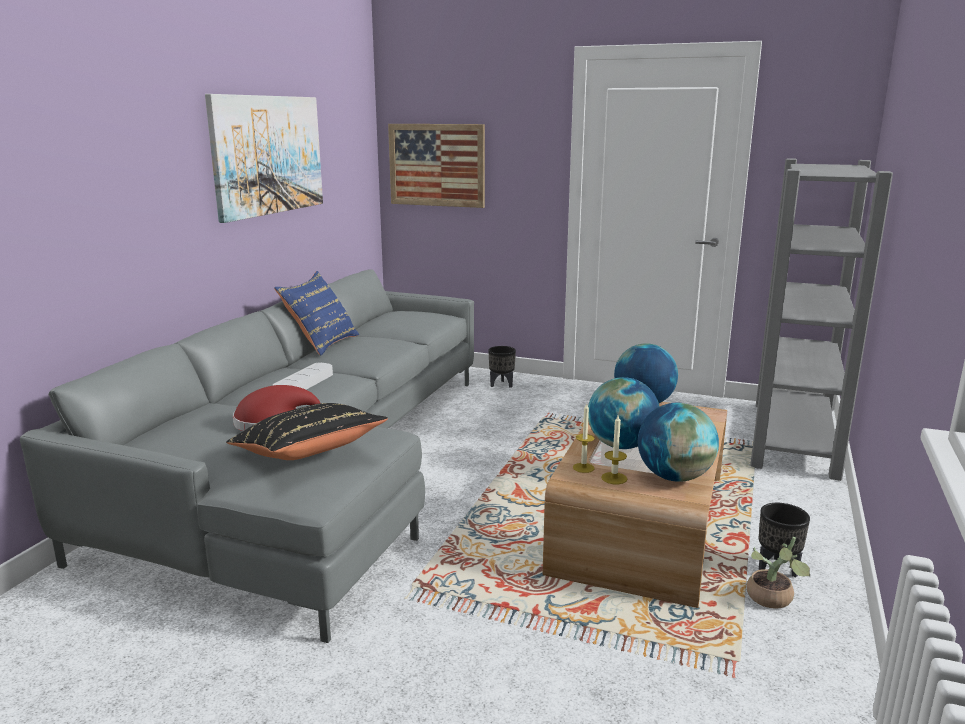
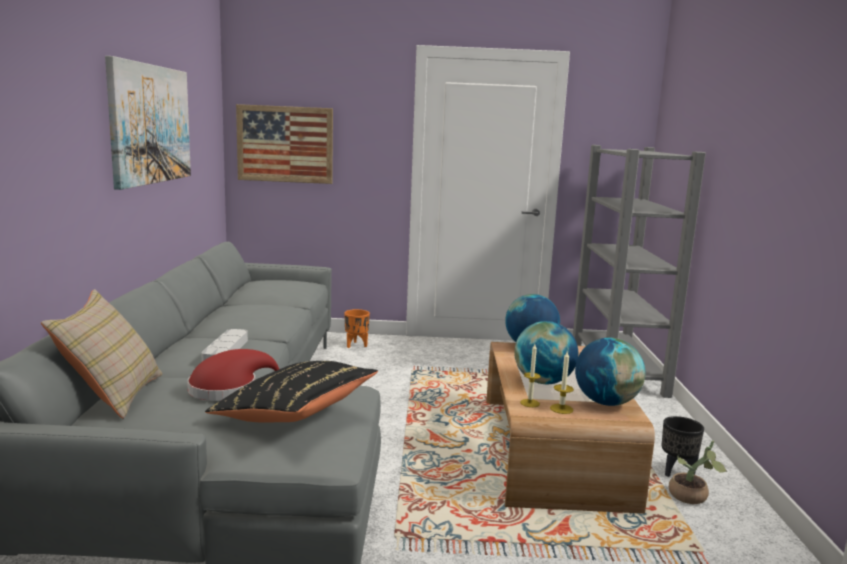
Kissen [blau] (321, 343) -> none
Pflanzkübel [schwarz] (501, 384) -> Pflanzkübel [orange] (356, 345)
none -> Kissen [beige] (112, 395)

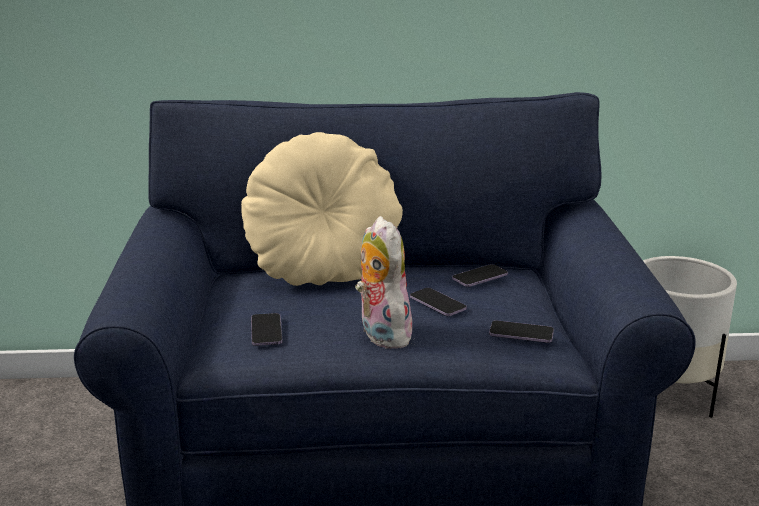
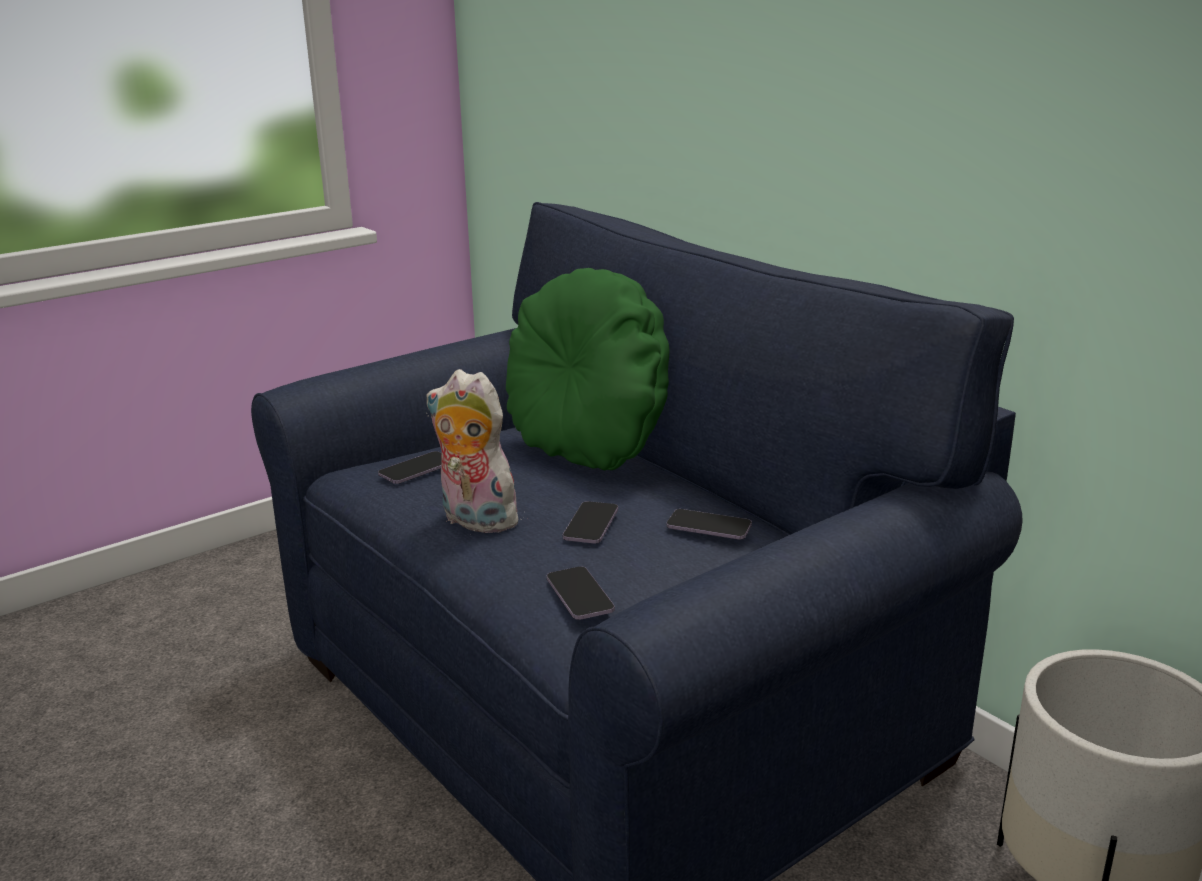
Kissen [beige] (323, 275) -> Kissen [grün] (587, 452)
Plüschtier (381, 334) -> Plüschtier (474, 521), 90 degrees counterclockwise

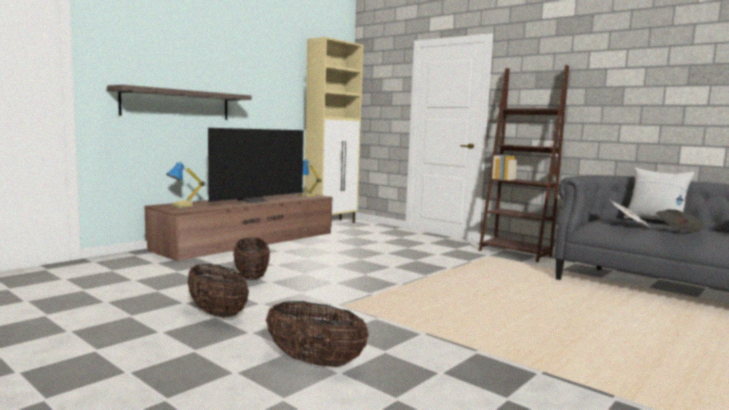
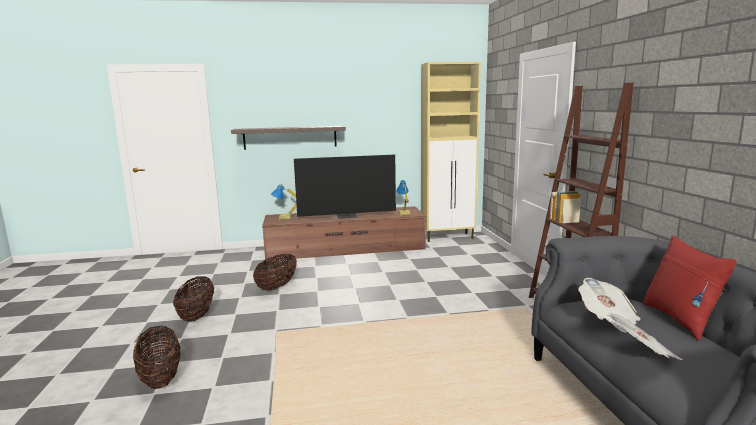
Kissen [grau] (654, 221) -> Kissen [rot] (679, 320)

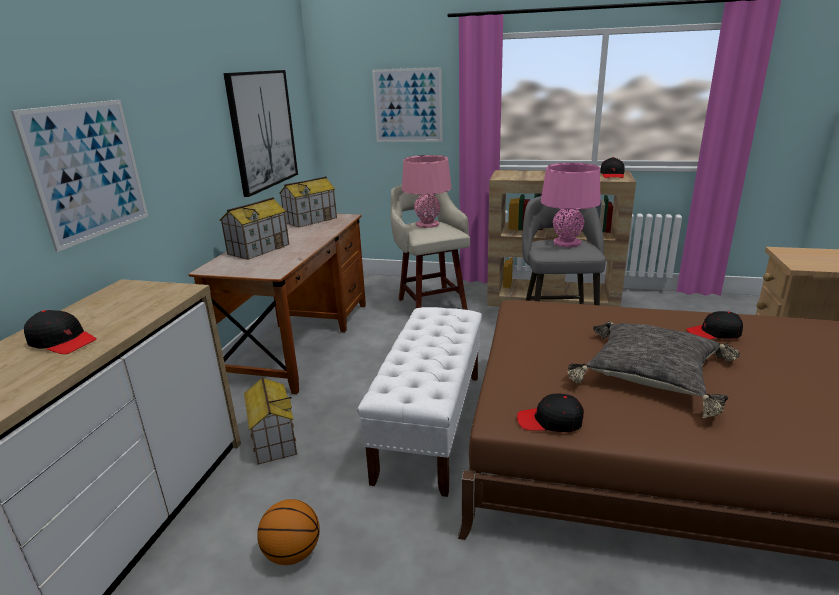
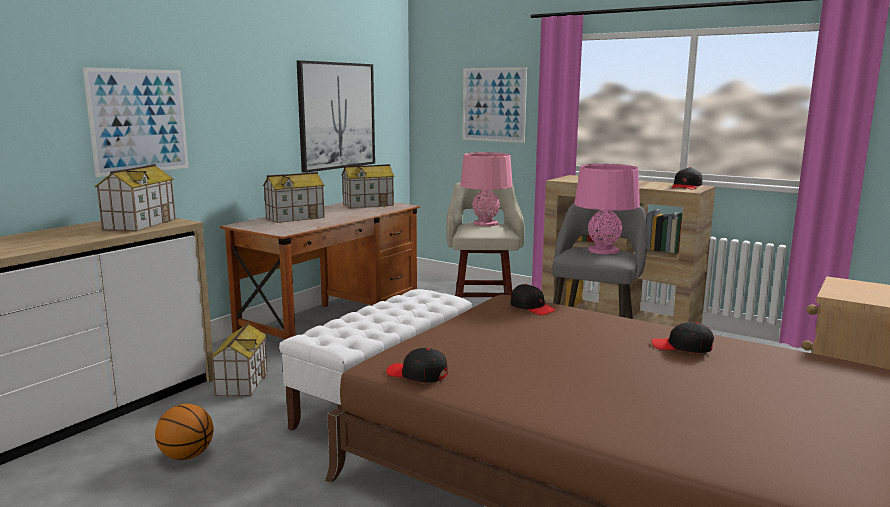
Kappe [schwarz] (62, 341) -> Kappe [schwarz] (532, 308), relocated
Kissen (652, 372) -> none
none -> Spielzeughaus (140, 224)

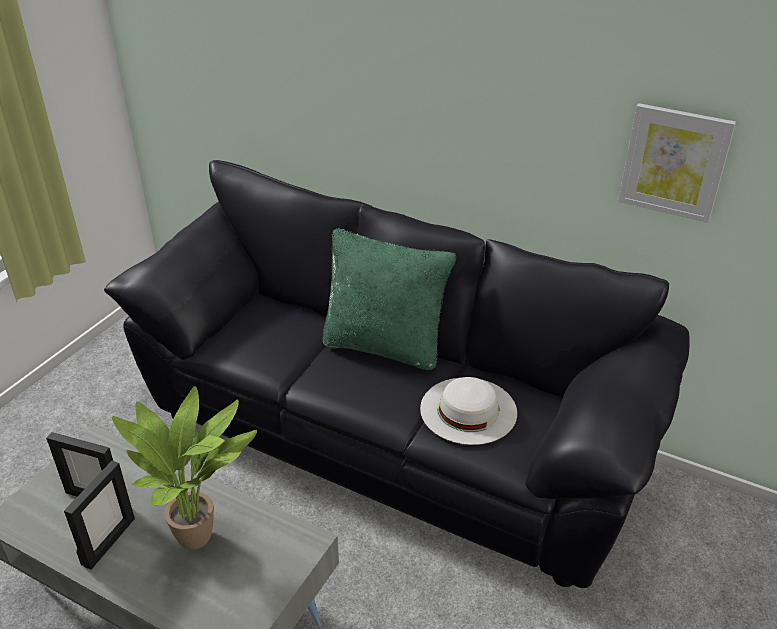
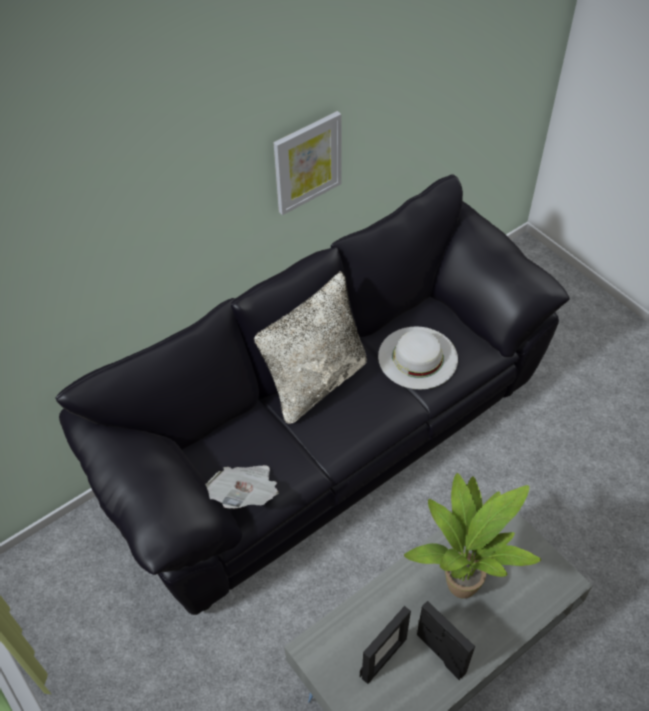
Bild (674, 162) -> Bild (307, 162), relocated
Kissen [grün] (384, 349) -> Kissen [beige] (317, 384)
none -> Zeitung (245, 494)

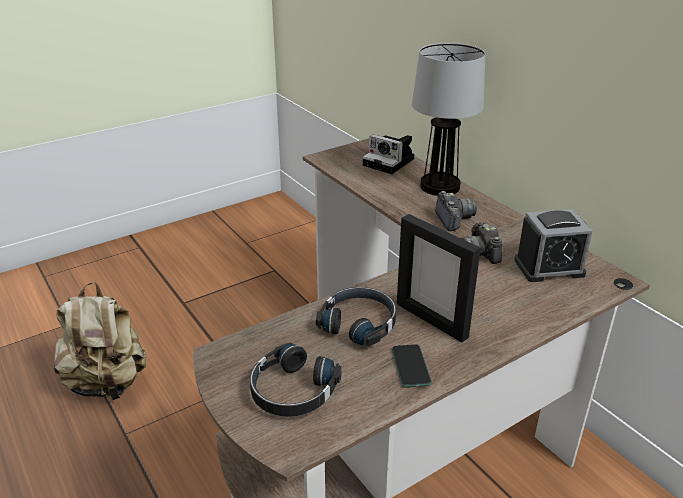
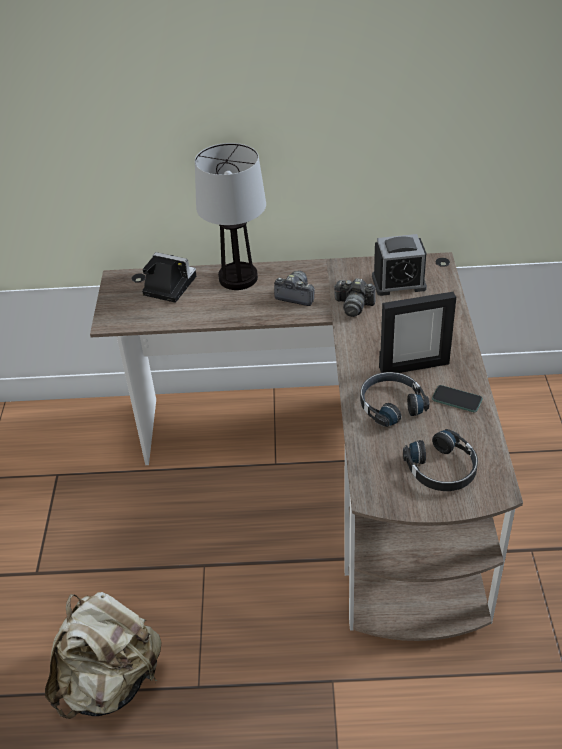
Kamera (390, 162) -> Kamera (167, 285), 135 degrees counterclockwise
Wecker (549, 267) -> Wecker (398, 282), 60 degrees clockwise

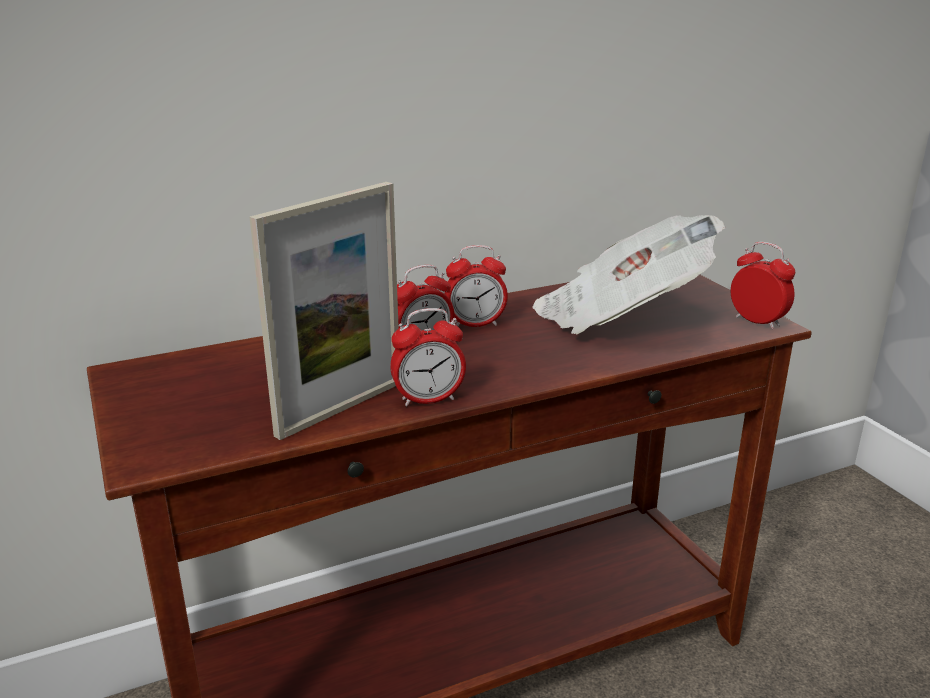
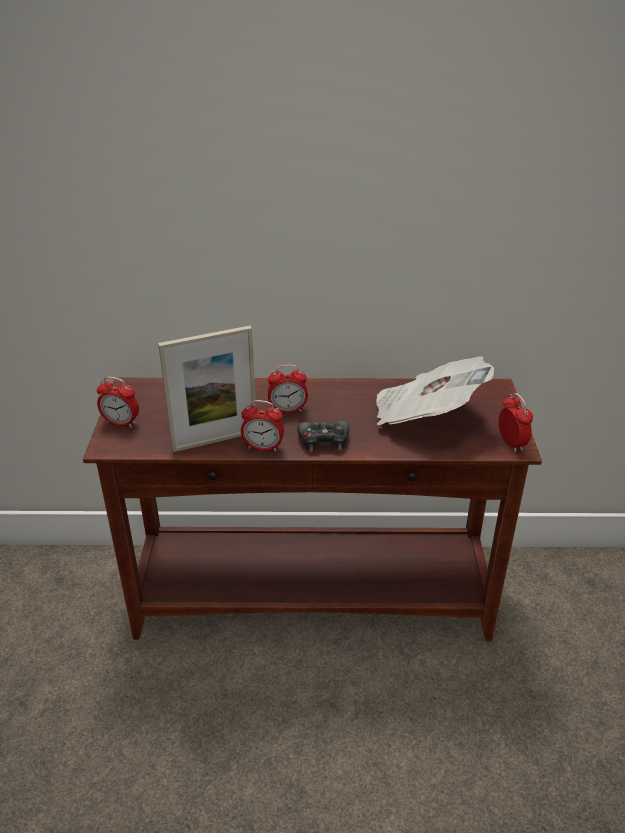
Wecker (475, 324) -> Wecker (121, 423), relocated
none -> Gamepad [schwarz] (324, 440)

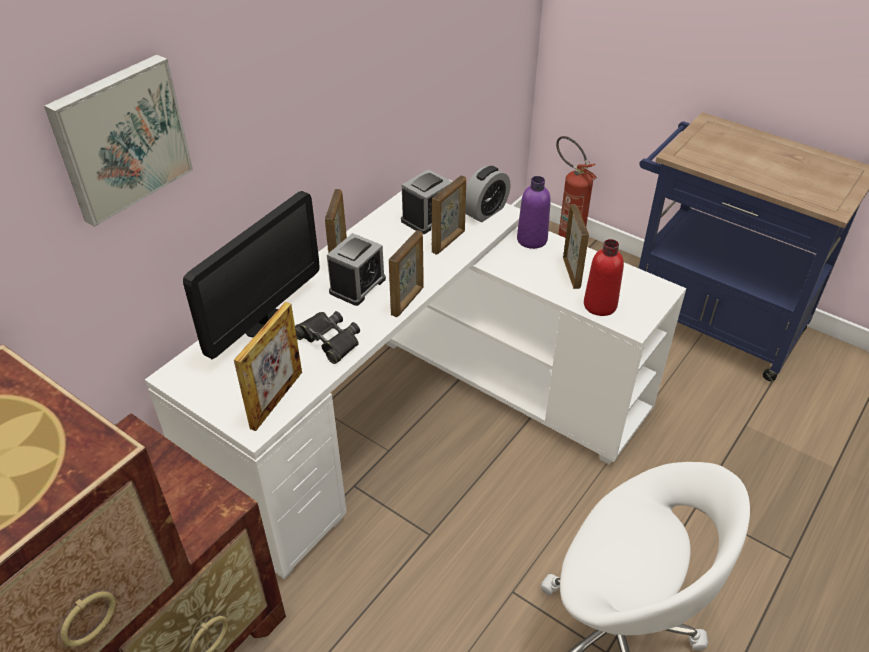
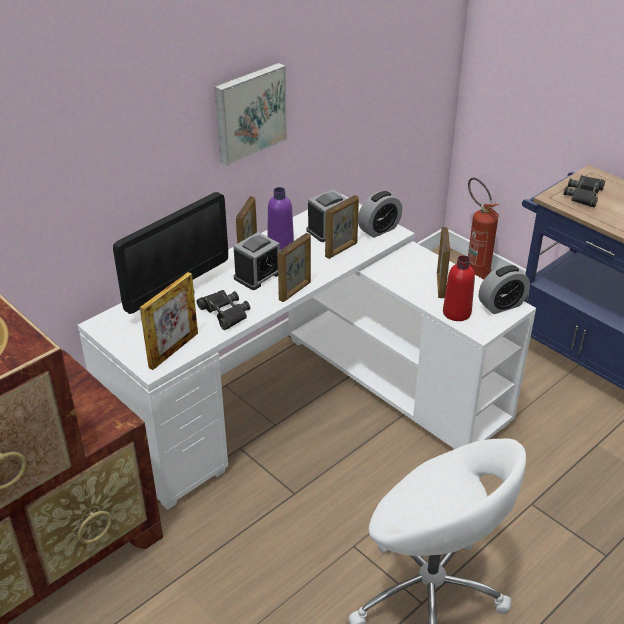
Bild (120, 138) -> Bild (249, 112), relocated
Flasche [lila] (532, 240) -> Flasche [lila] (280, 242), relocated
none -> Fernglas [schwarz] (584, 195)
none -> Wecker (501, 305)

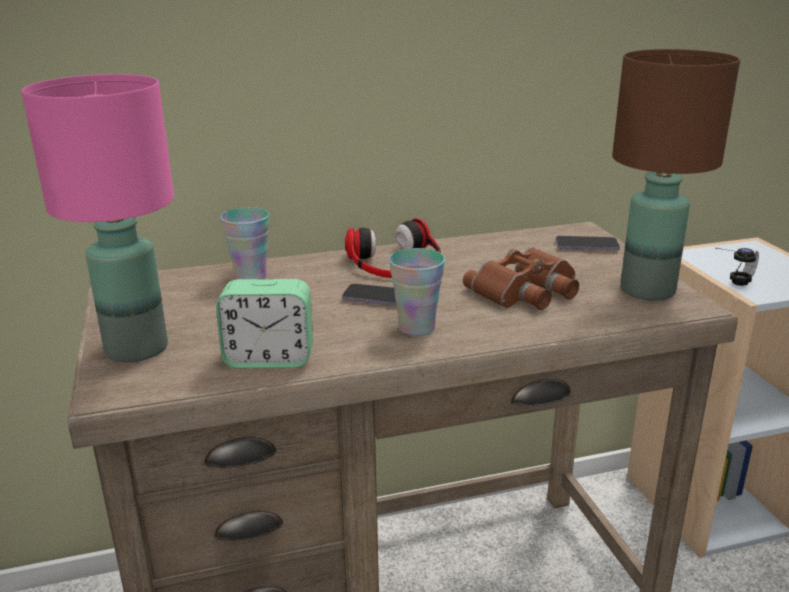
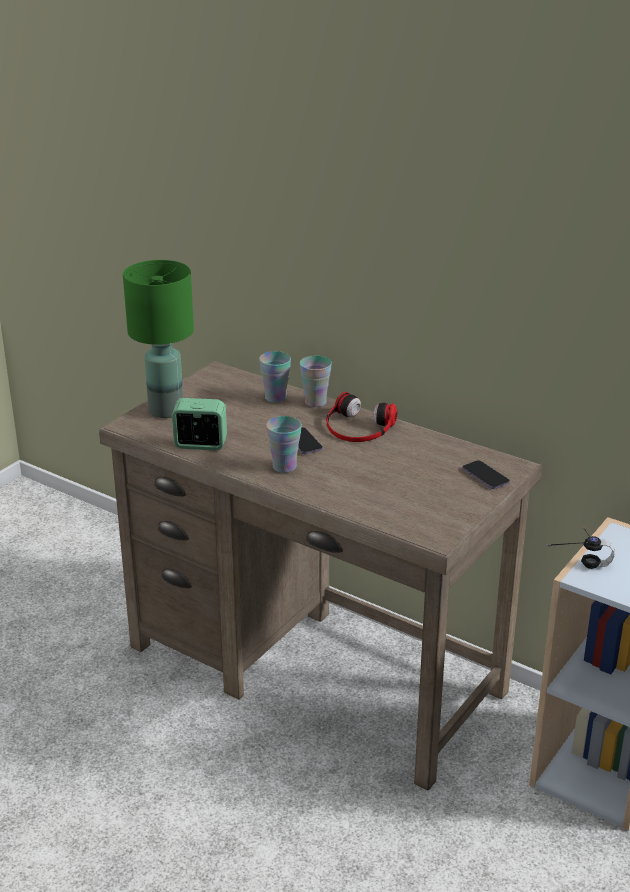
Tischlampe [braun] (646, 289) -> none
Tischlampe [rosa] (138, 347) -> Tischlampe [grün] (167, 410)
Fernglas [braun] (526, 291) -> none
Wecker (269, 358) -> Wecker (200, 444), 135 degrees clockwise
none -> Tasse (315, 402)

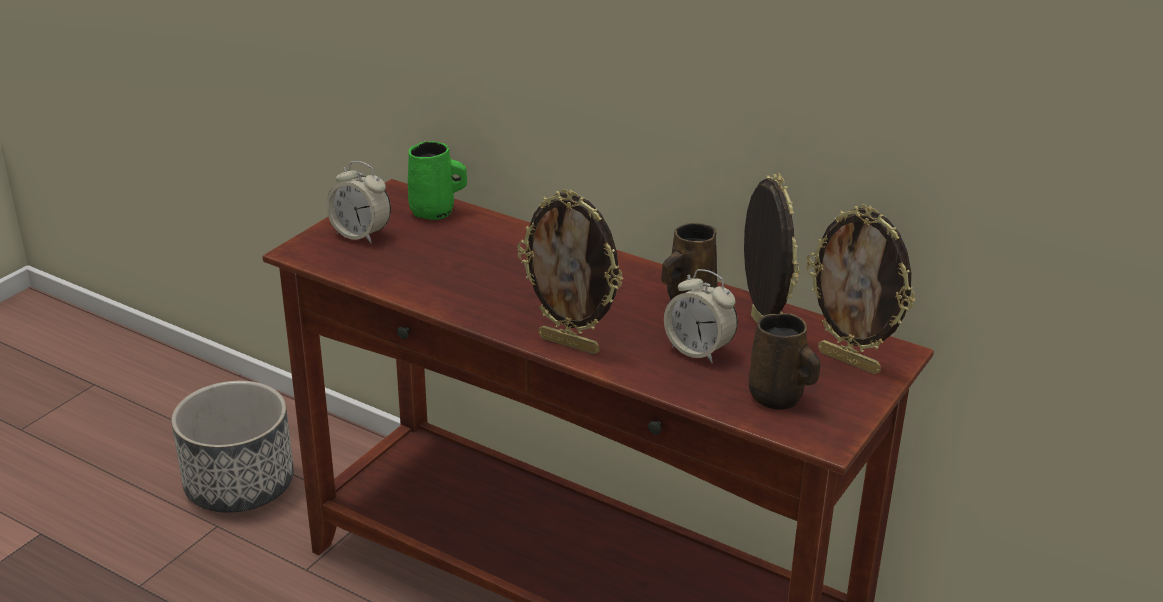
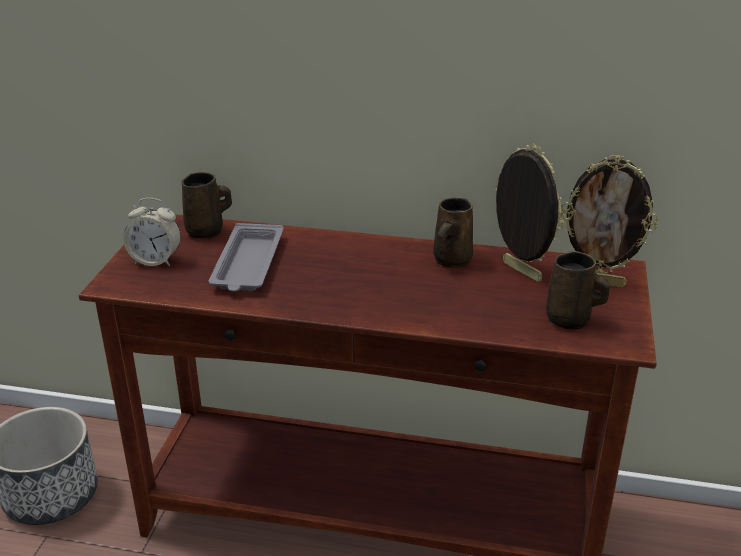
Henkelbecher [grün] (435, 212) -> Henkelbecher [braun] (207, 231)
Bilderrahmen (570, 344) -> none
Wecker (698, 350) -> none
none -> Tablett [grau] (248, 265)

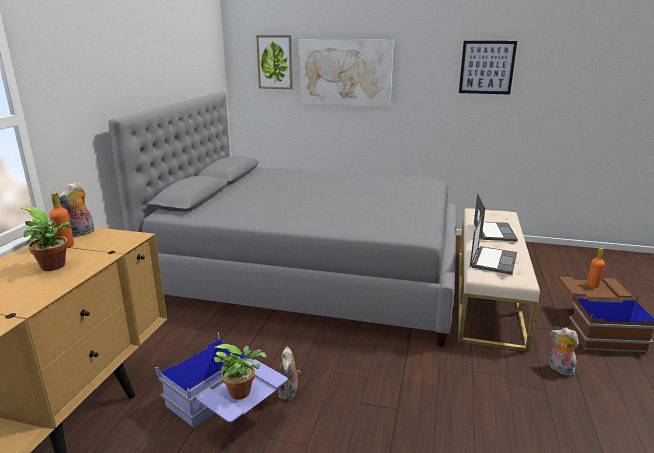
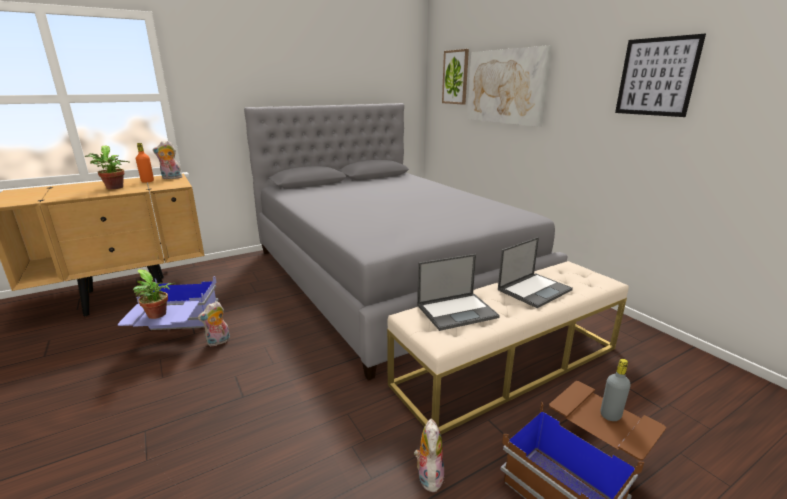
Flasche [orange] (592, 285) -> Flasche [grau] (610, 415)

